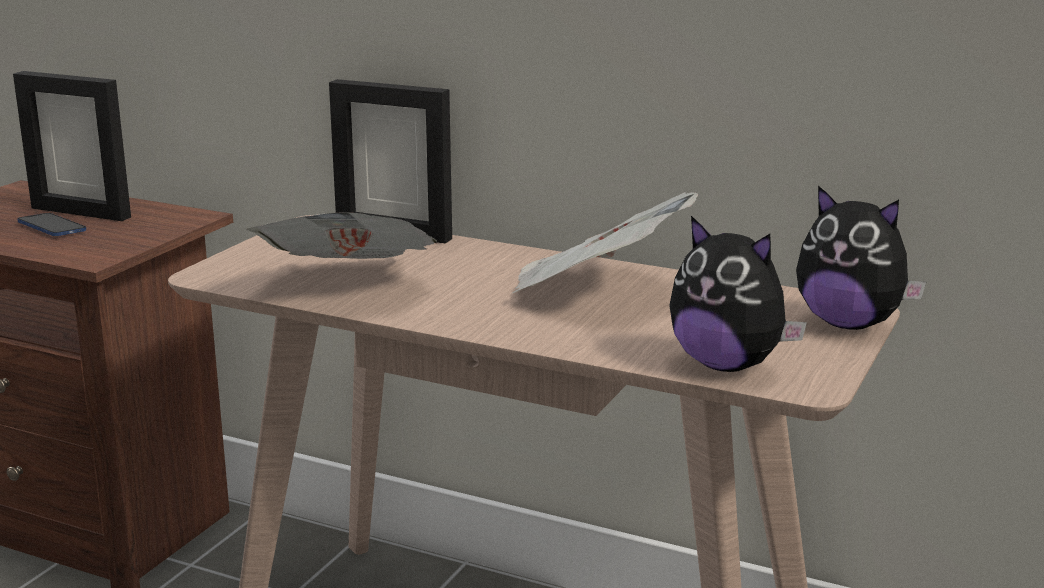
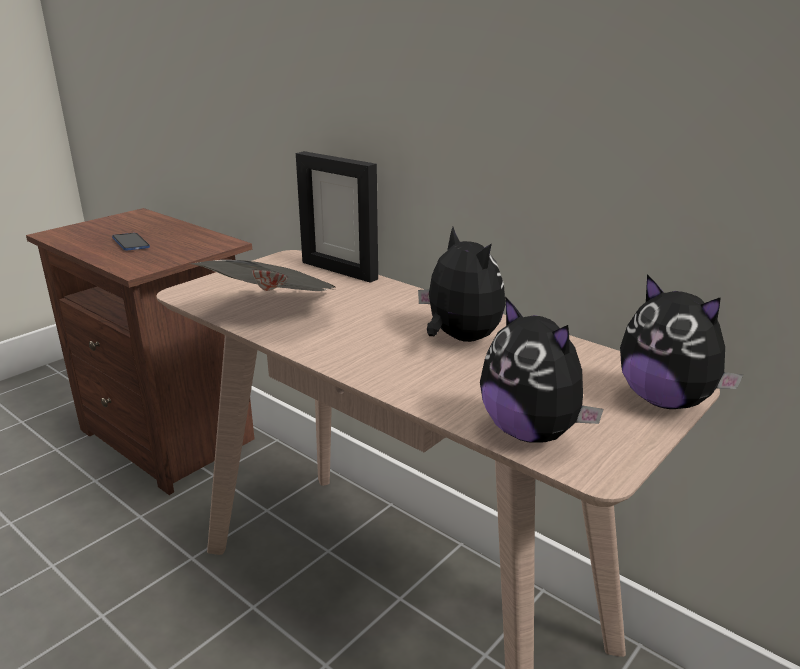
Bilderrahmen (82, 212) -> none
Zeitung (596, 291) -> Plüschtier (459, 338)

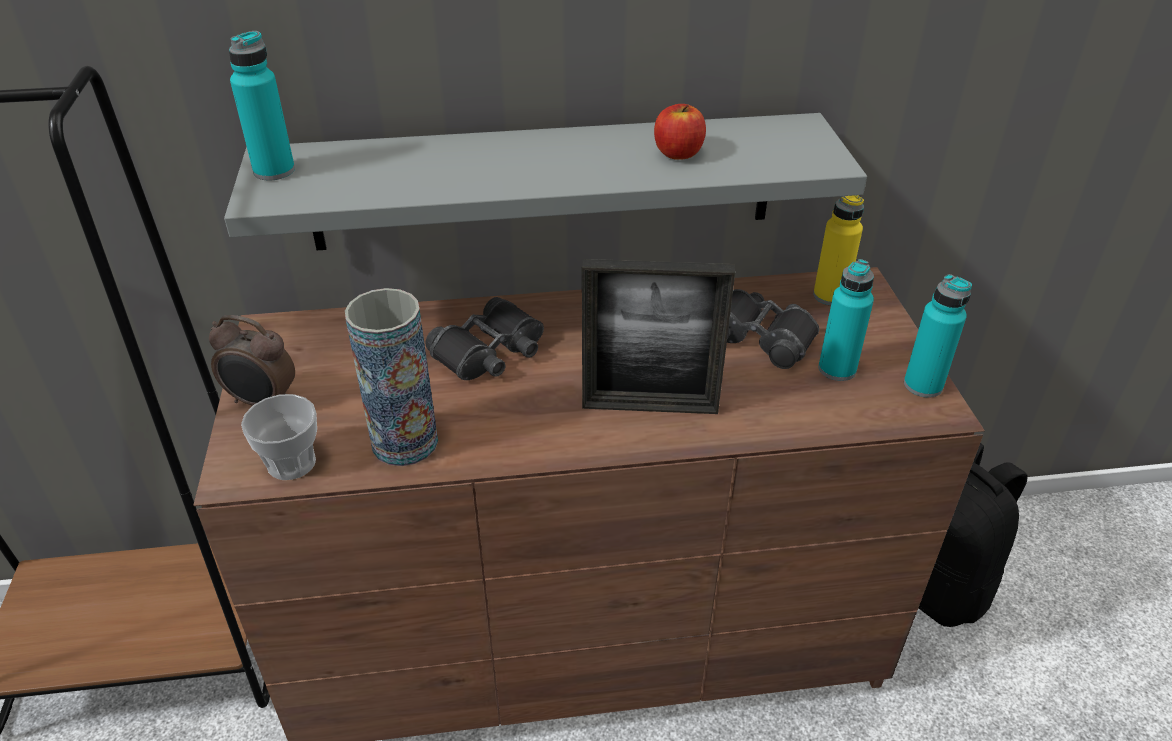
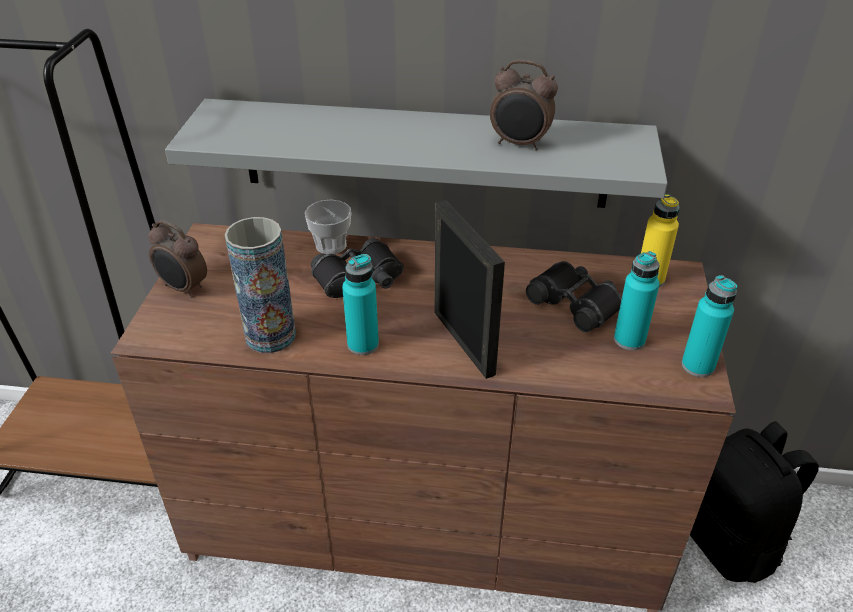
Flasche [türkis] (274, 171) -> Flasche [türkis] (363, 344), relocated
Apfel (678, 153) -> Wecker (519, 144)
Bilderrahmen (649, 406) -> Bilderrahmen (463, 342), 135 degrees counterclockwise
Tasse (291, 463) -> Tasse (331, 245), relocated

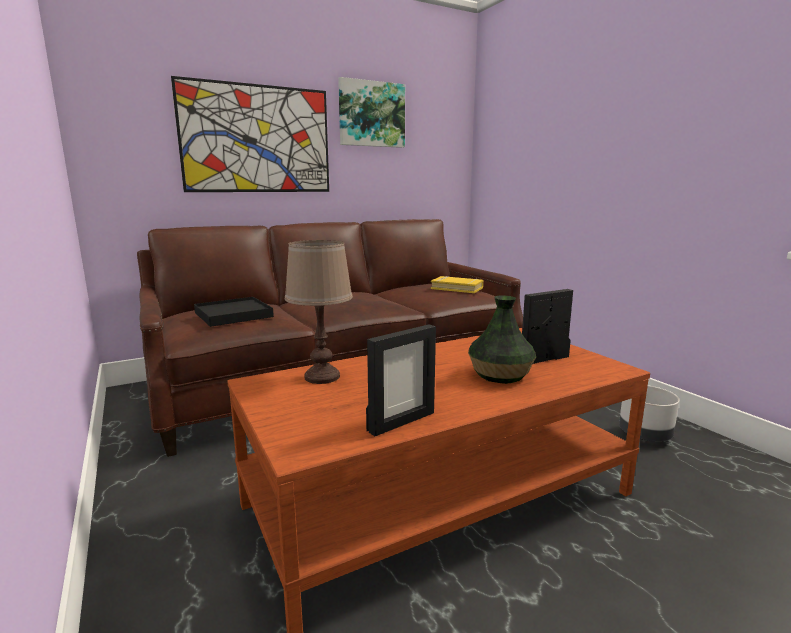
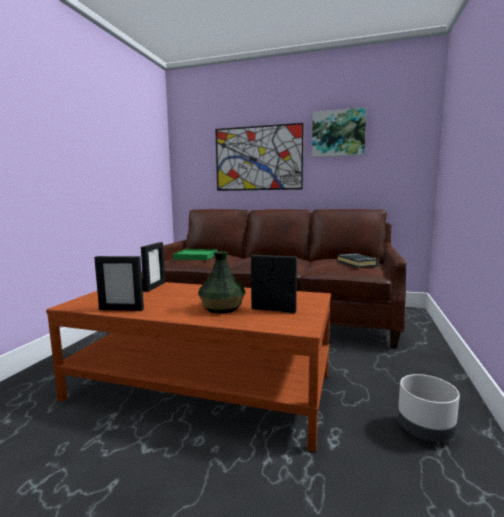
Tischlampe [braun] (321, 377) -> Bilderrahmen (154, 287)
Buch [gelb] (457, 288) -> Buch [schwarz] (357, 263)
Tablett [schwarz] (233, 315) -> Tablett [grün] (196, 256)

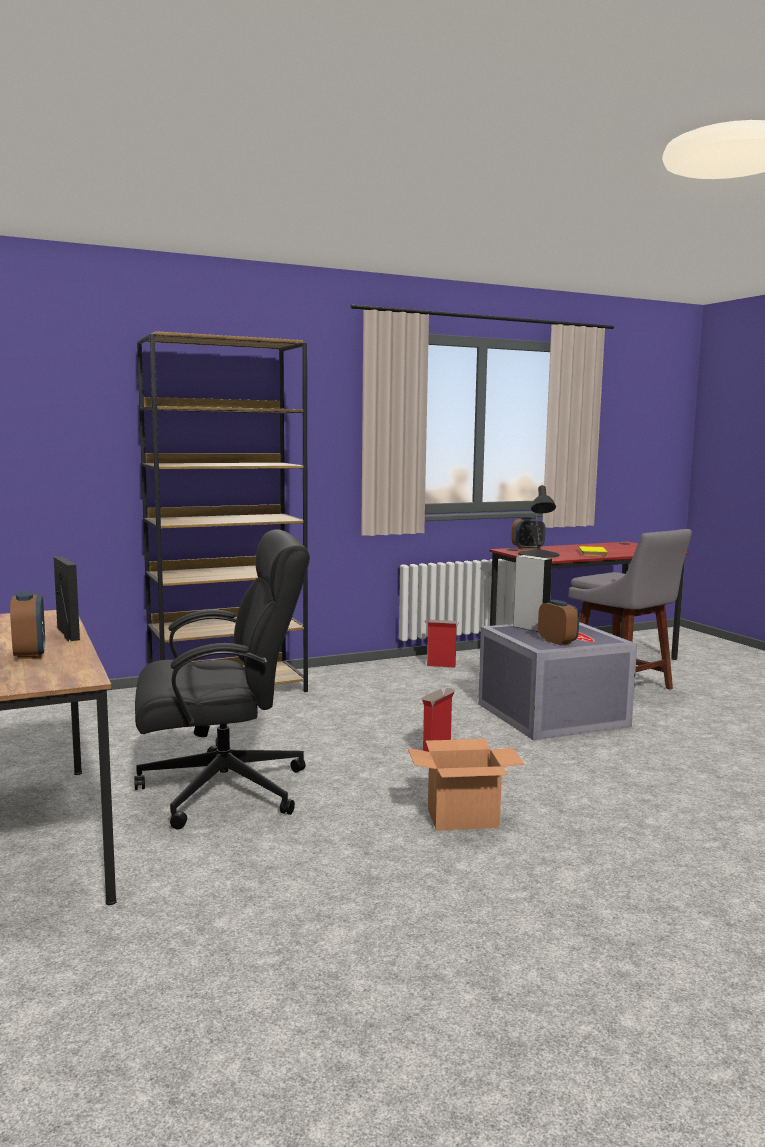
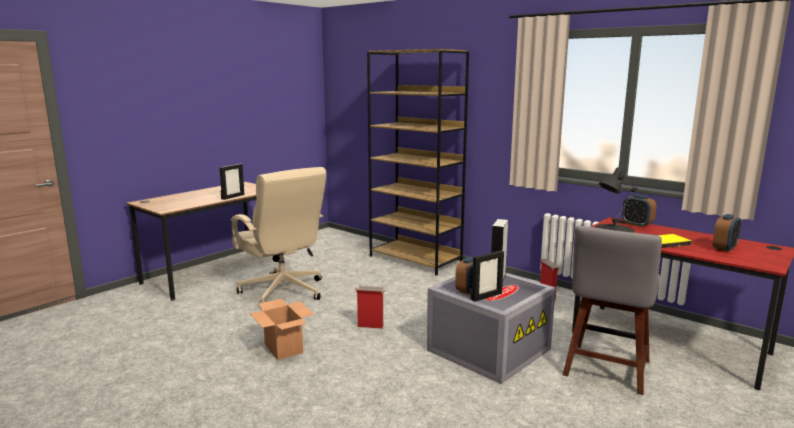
Bürostuhl [schwarz] (223, 789) -> Bürostuhl [beige] (283, 291)
Wecker (30, 654) -> Wecker (724, 248), relocated
none -> Bilderrahmen (486, 296)

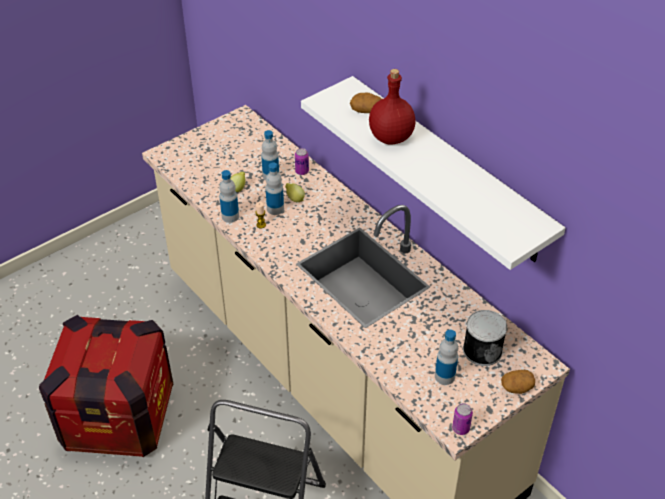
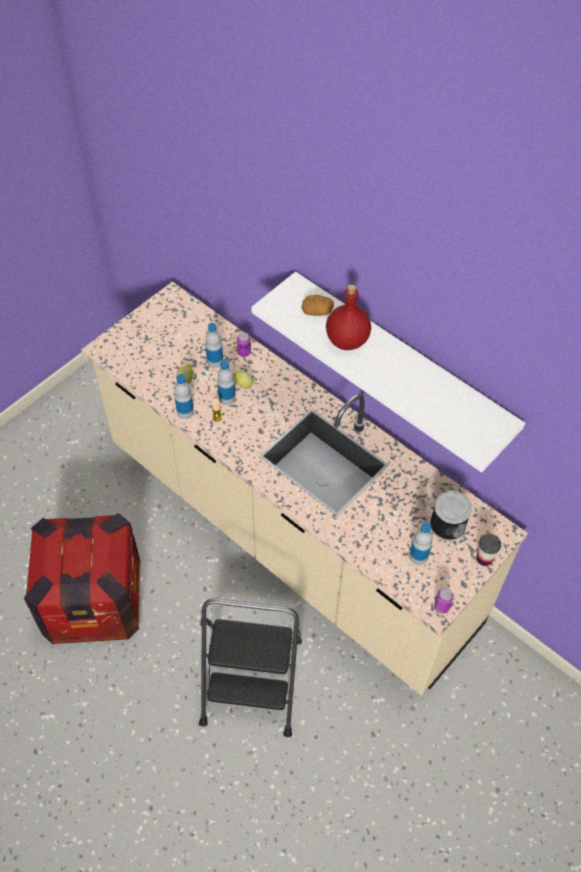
Kartoffel (516, 387) -> Tasse (484, 558)

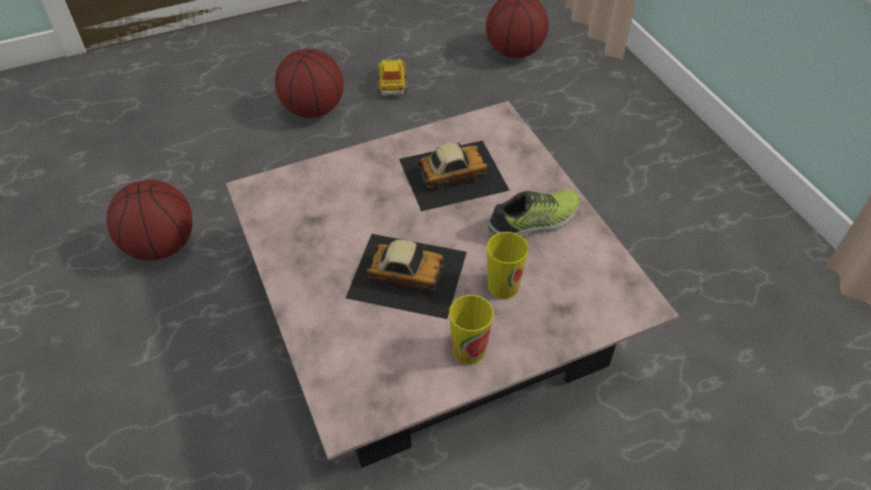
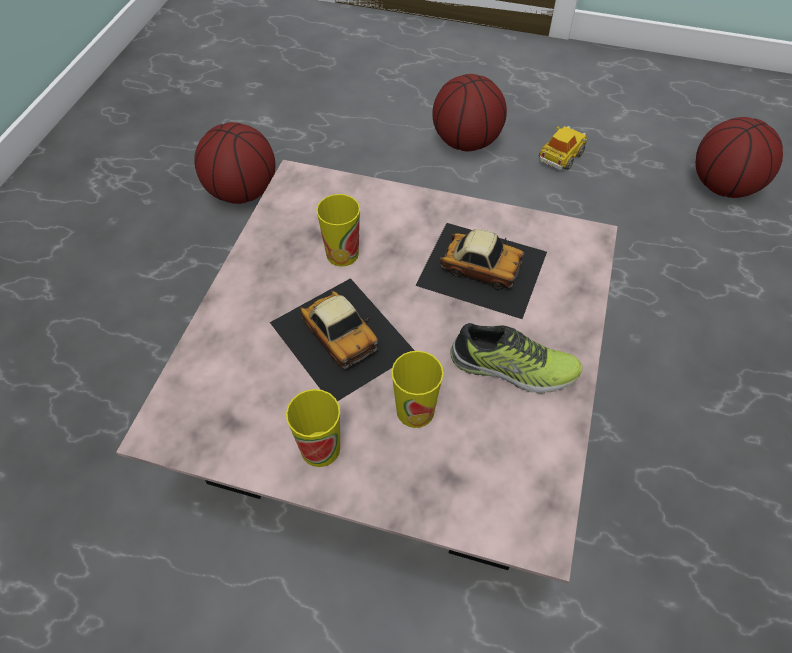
none -> Tasse (342, 254)

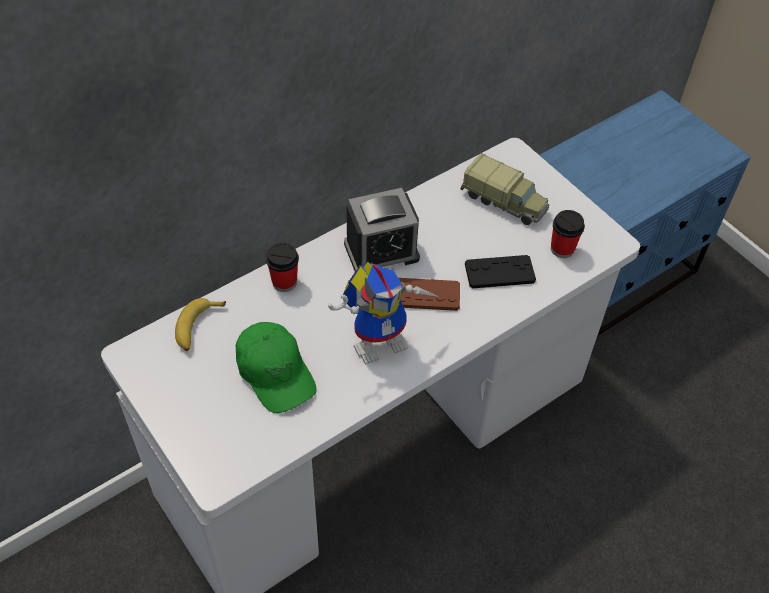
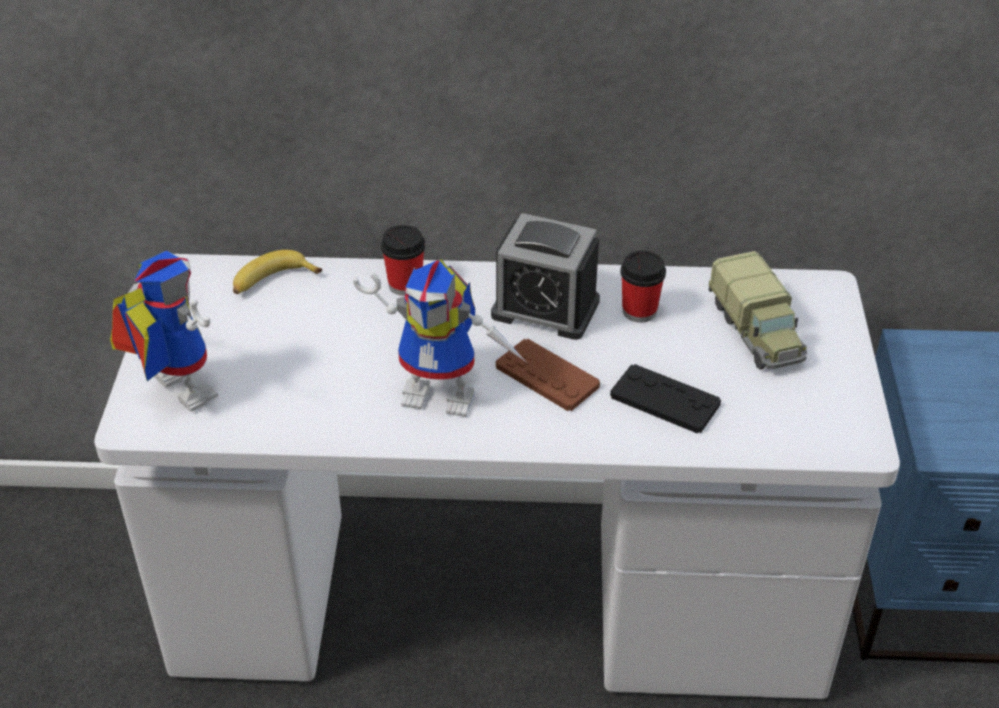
Tasse (562, 249) -> Tasse (639, 311), relocated
Kappe [grün] (275, 372) -> none
none -> Spielzeugroboter (172, 390)

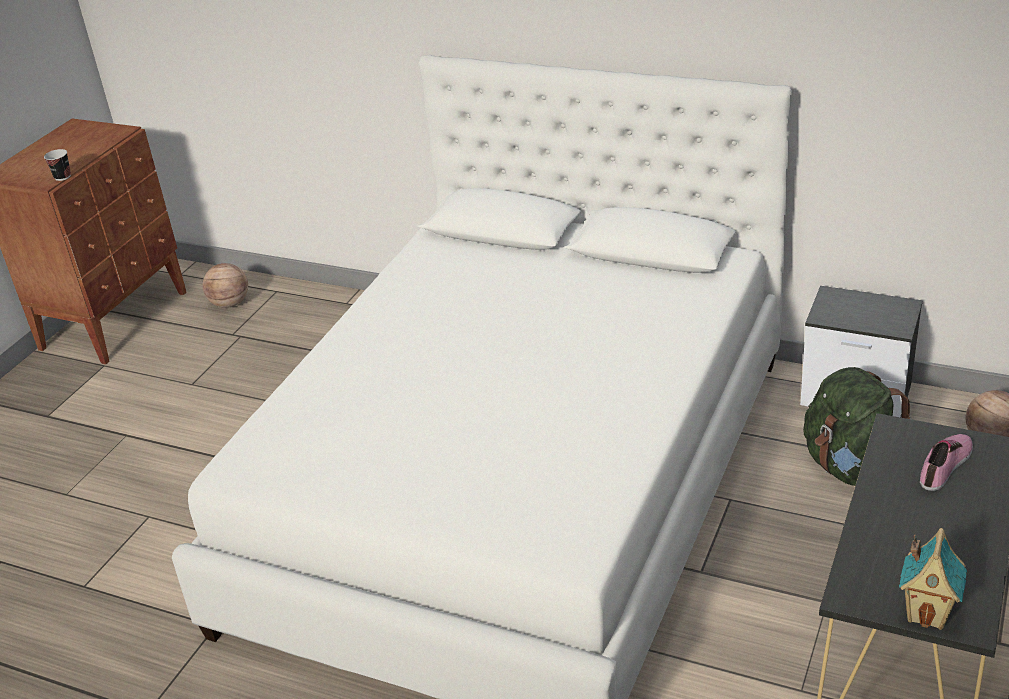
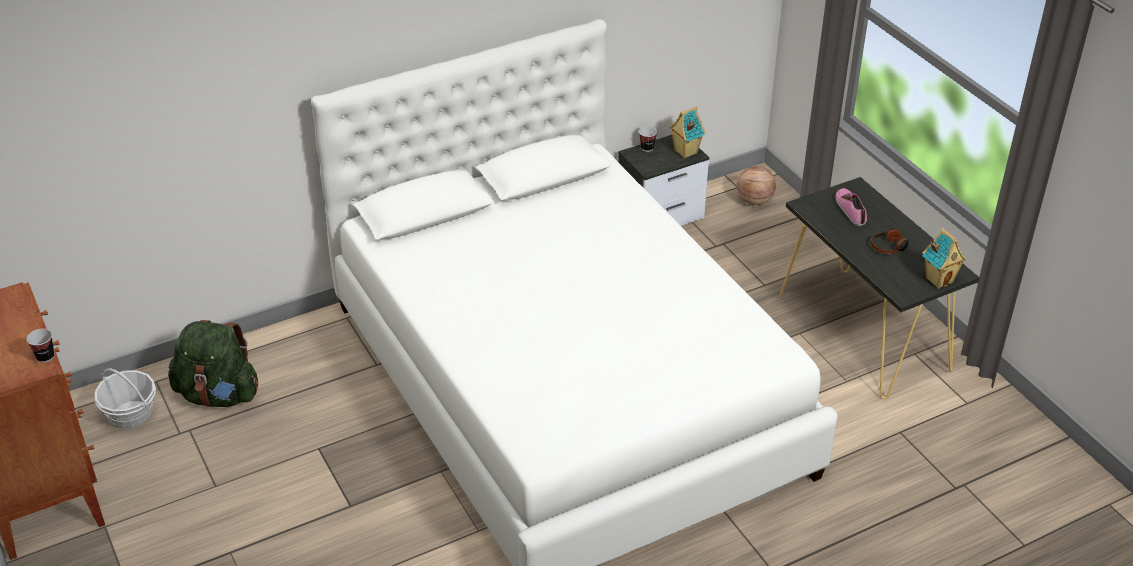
Basketball (230, 304) -> Korb (131, 414)
Rucksack [grün] (850, 467) -> Rucksack [grün] (219, 395), relocated
none -> Spielzeughaus (685, 152)
none -> Tasse (647, 148)
none -> Kopfhörer (889, 246)

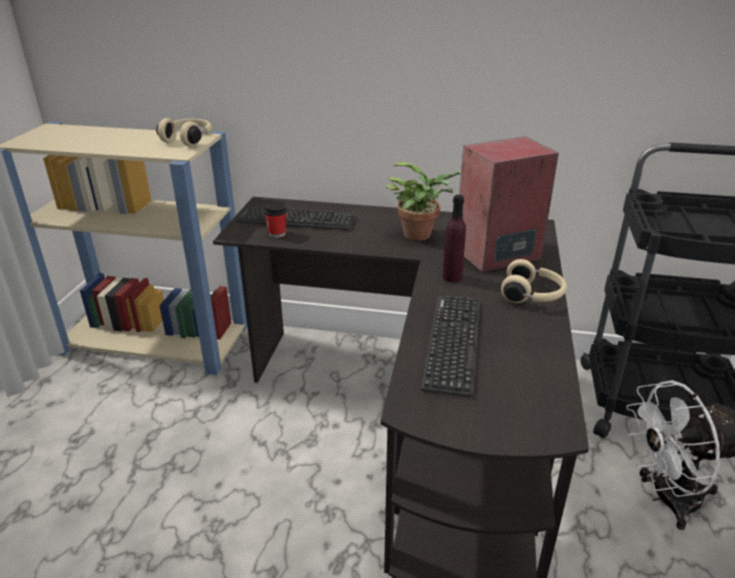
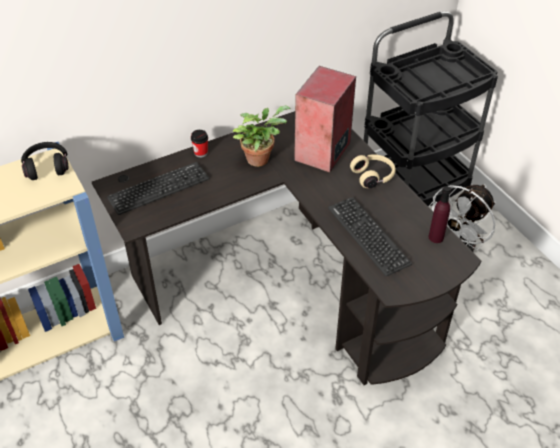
Kopfhörer [beige] (189, 140) -> Kopfhörer [schwarz] (47, 166)
Flasche [lila] (452, 277) -> Flasche [lila] (436, 237), relocated
Tasse (277, 234) -> Tasse (200, 153), relocated

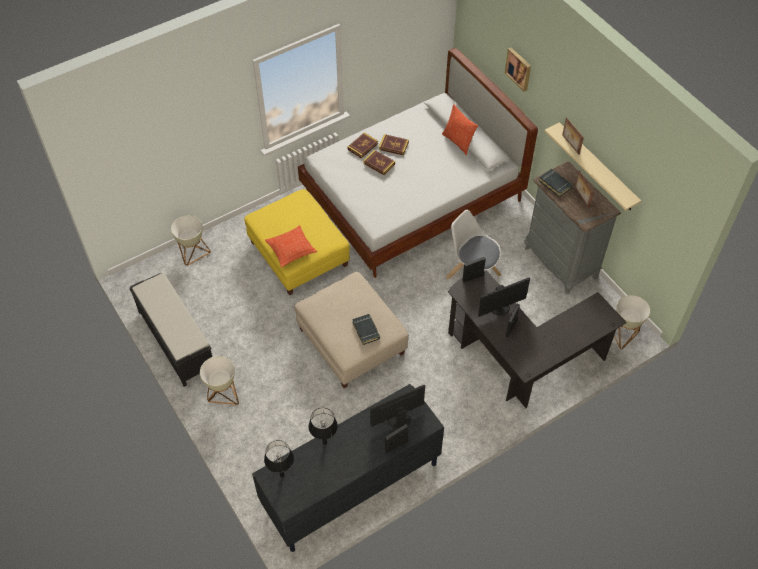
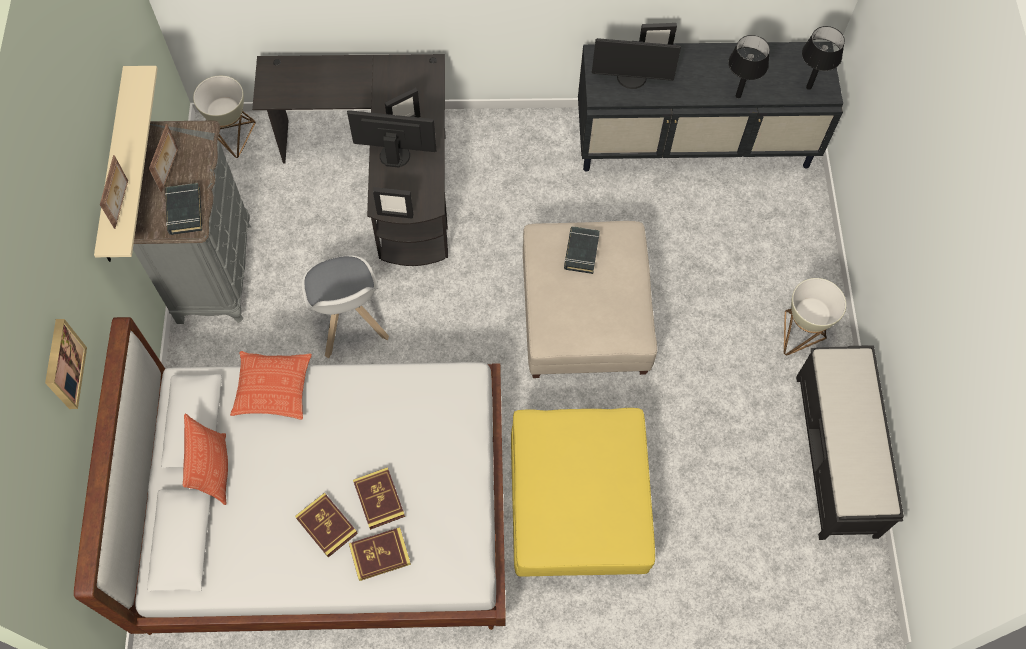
Pflanzkübel (193, 254) -> none
Kissen [orange] (291, 250) -> Kissen [orange] (273, 389), relocated

